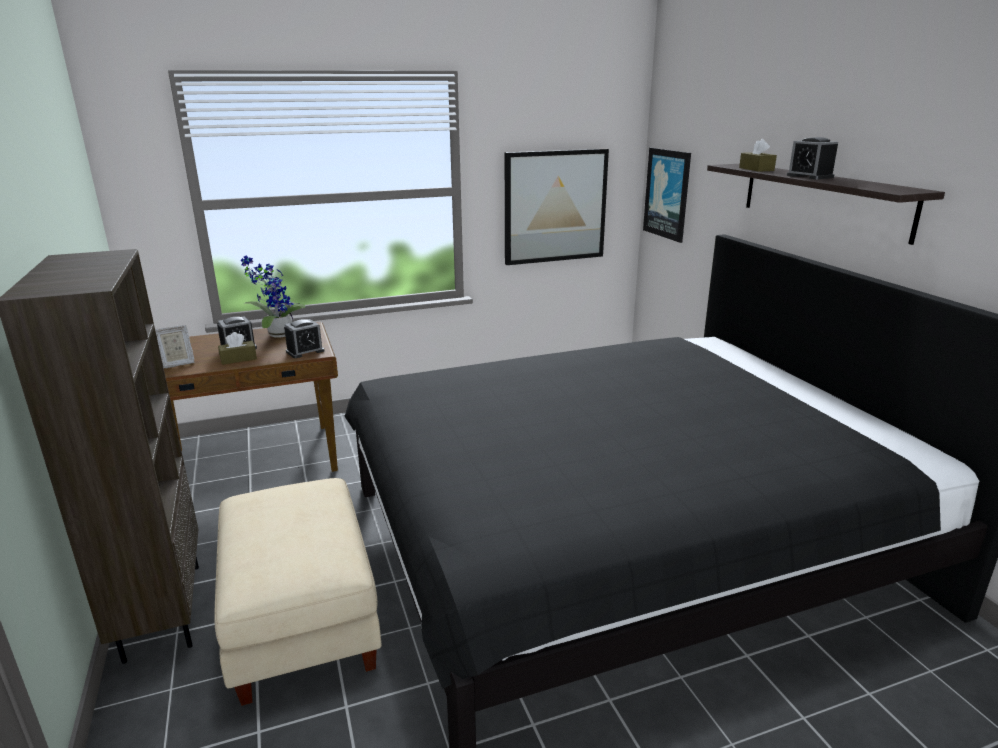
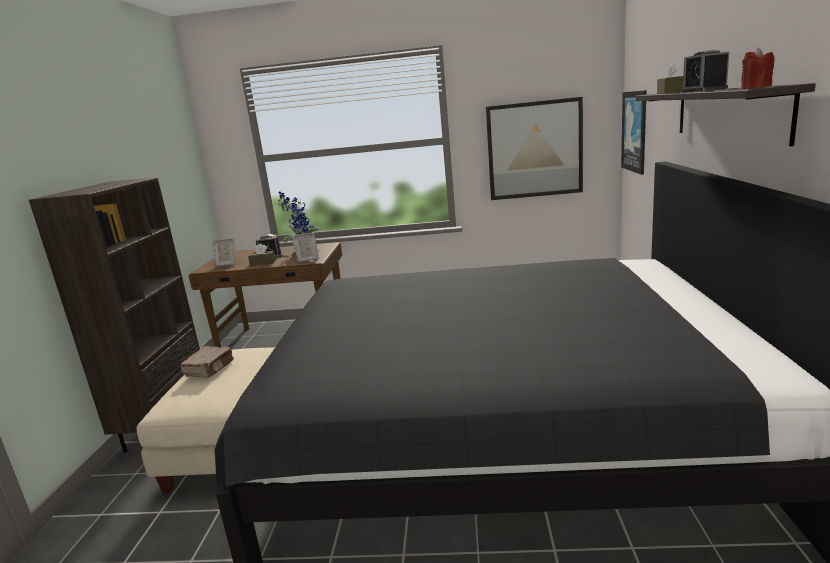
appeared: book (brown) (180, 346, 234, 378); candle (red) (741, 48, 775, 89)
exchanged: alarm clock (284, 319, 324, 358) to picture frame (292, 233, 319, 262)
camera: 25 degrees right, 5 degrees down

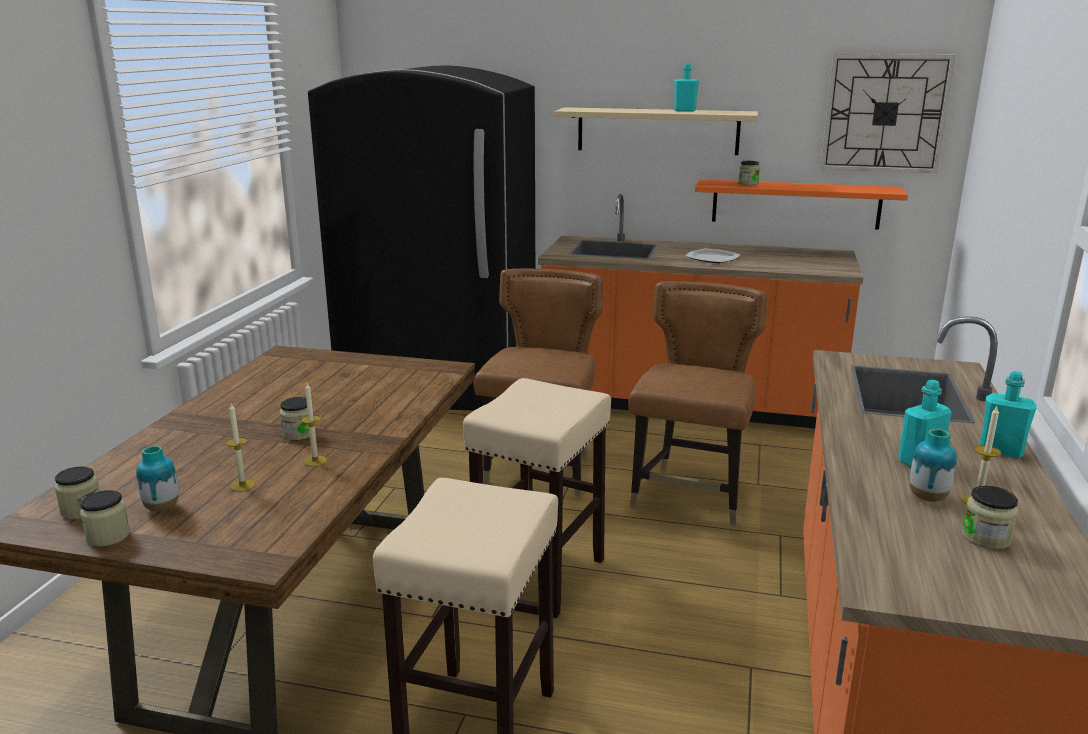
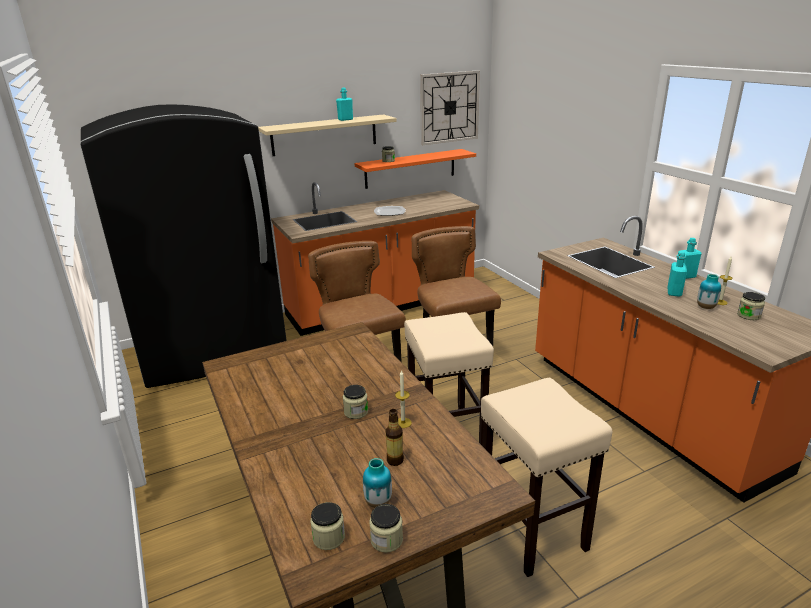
exchanged: candle (226, 403, 255, 492) to bottle (386, 409, 404, 466)
camera: 40 degrees left, 5 degrees up

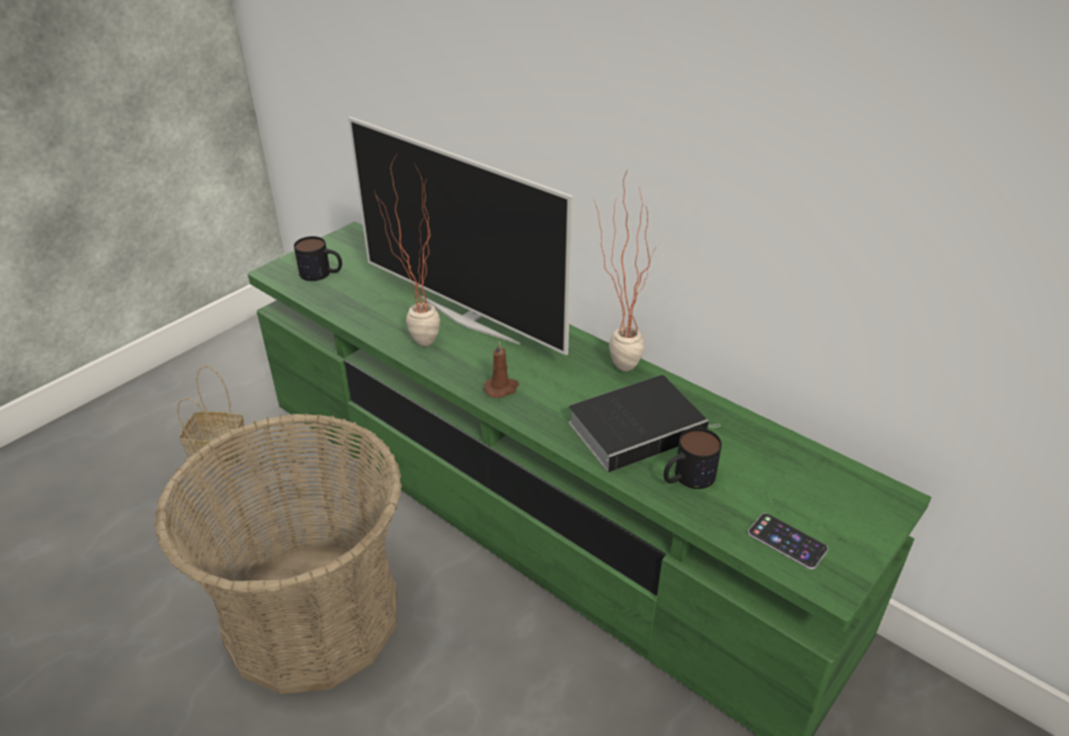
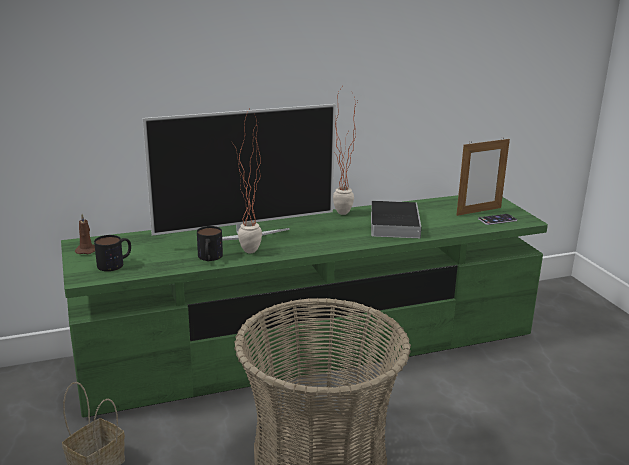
appeared: picture frame (457, 137, 510, 216)
relocated: candle (brown) (484, 341, 519, 398) to (75, 214, 95, 254); mug (664, 428, 722, 489) to (197, 226, 223, 261)
camera: 60 degrees left, 15 degrees down

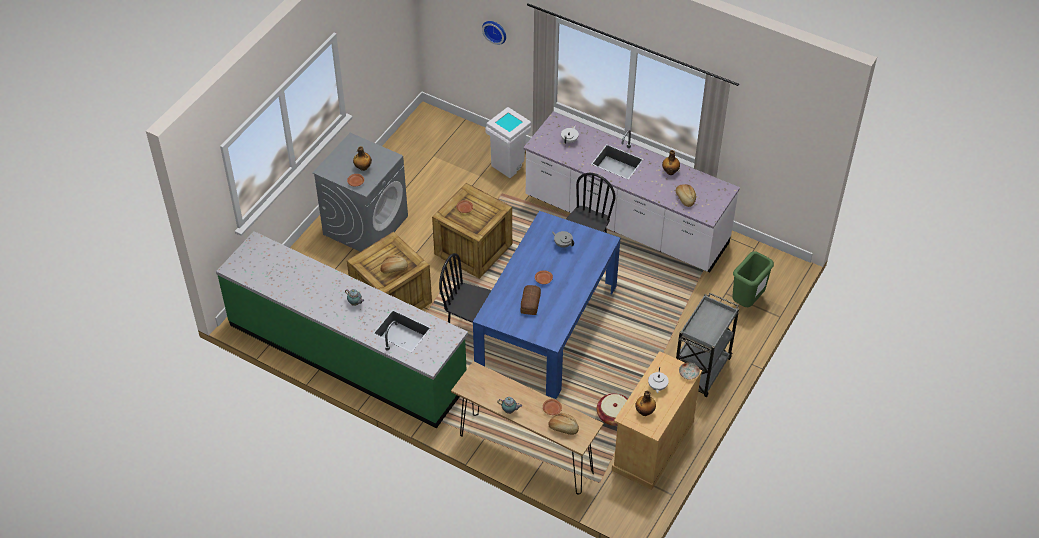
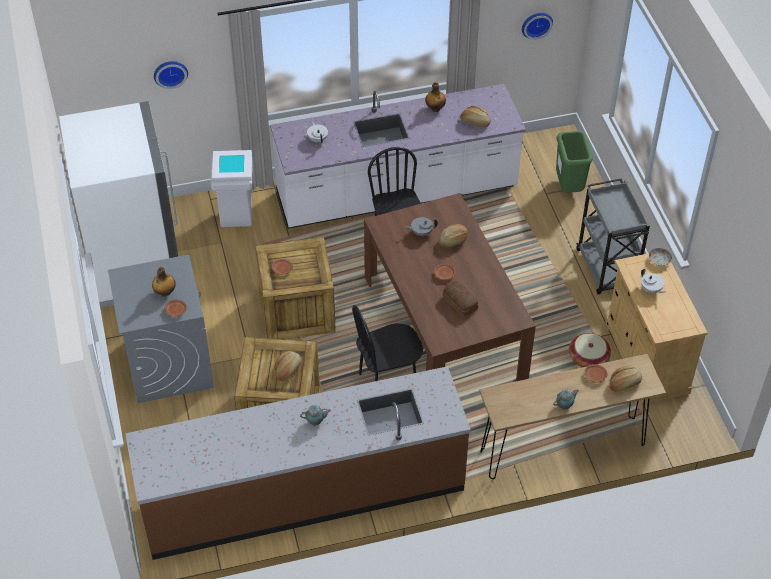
missing: bottle (635, 391, 656, 416)
appeared: fridge (white) (59, 101, 178, 308); bread (438, 224, 468, 248); wall clock (522, 13, 553, 40)
colour: counter (green) (216, 231, 468, 428) to counter (brown) (125, 366, 471, 560); dining table (blue) (473, 211, 620, 399) to dining table (brown) (364, 193, 536, 381)
camera: 45 degrees left, 0 degrees up

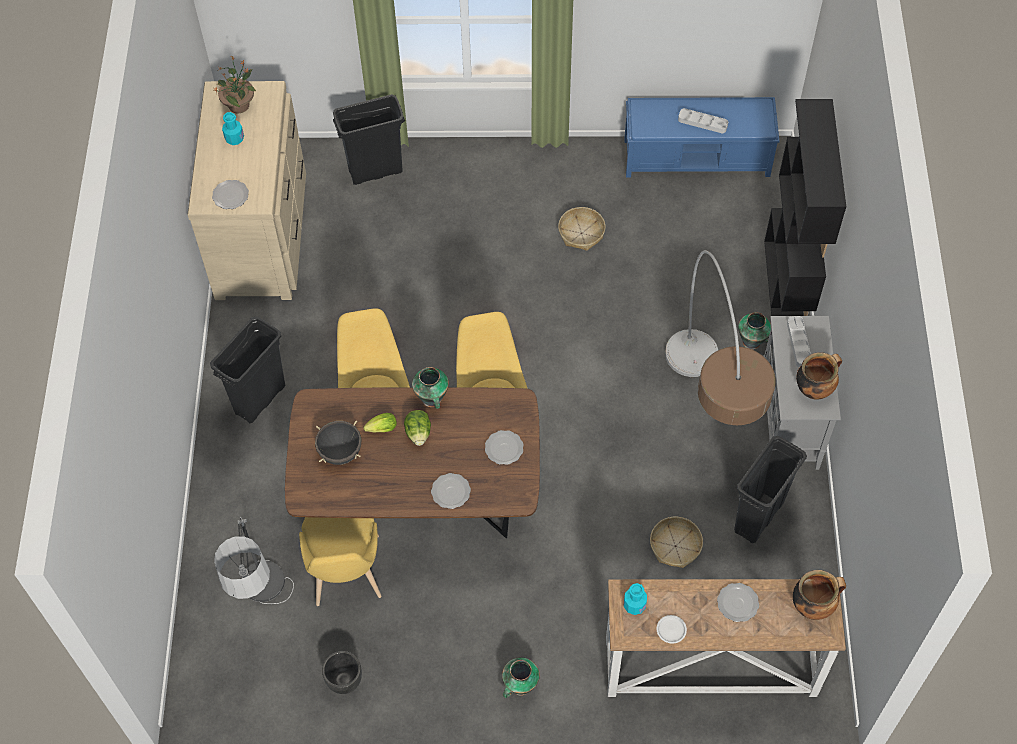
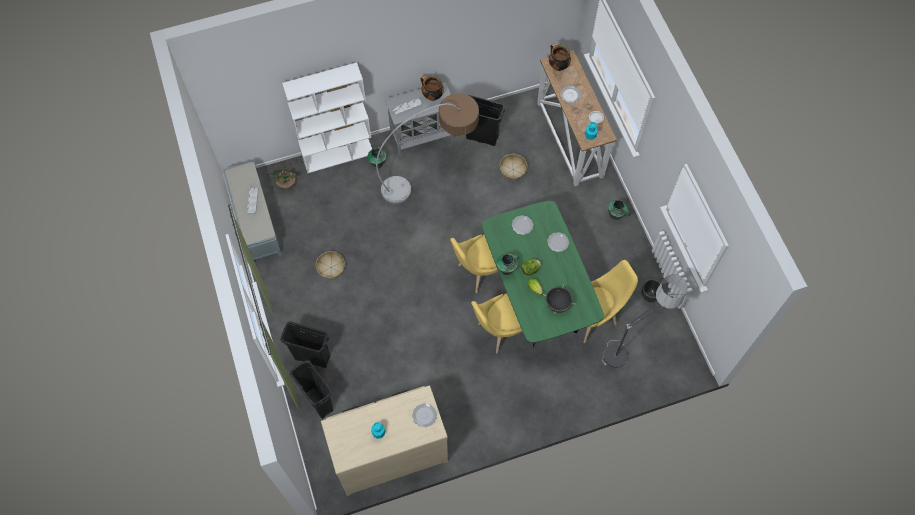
relocated: trash can (black) (210, 317, 285, 423) to (280, 321, 330, 368); potted plant (214, 55, 256, 113) to (270, 162, 296, 190)
colour: dining table (brown) (285, 387, 540, 538) to dining table (green) (482, 201, 604, 347); bench (blue) (624, 97, 779, 178) to bench (grey) (223, 162, 282, 260); bookcase (black) (764, 99, 846, 316) to bookcase (white) (282, 62, 372, 173)
camera: 110 degrees left, 5 degrees up

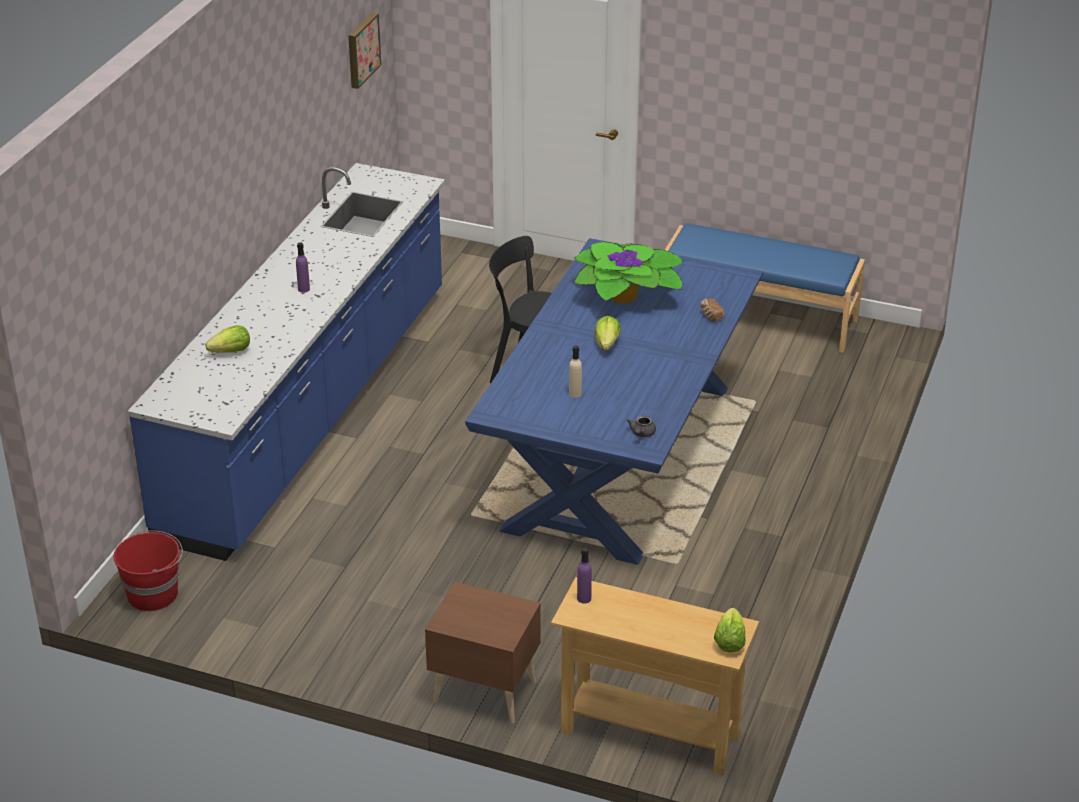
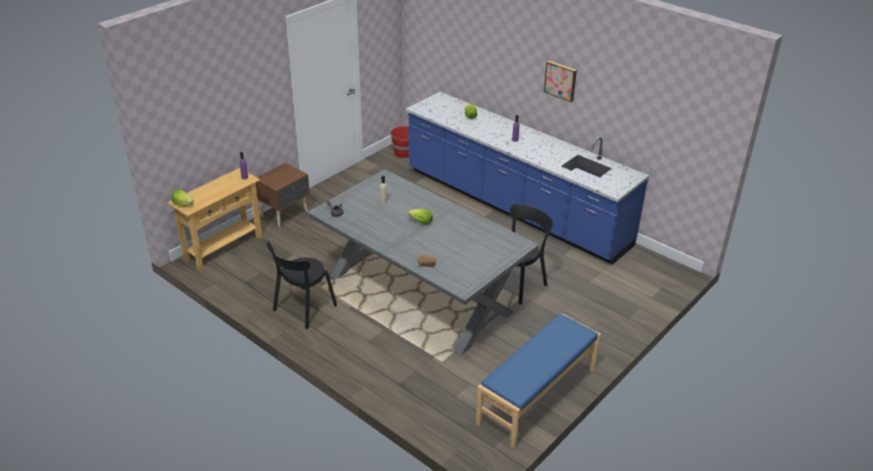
missing: potted plant (574, 242, 684, 304)
appeared: chair (black) (267, 241, 337, 329)
relocated: picture (348, 12, 381, 89) to (544, 61, 577, 102)
colour: dining table (blue) (465, 238, 763, 565) to dining table (grey) (308, 169, 539, 354)
camera: 110 degrees right, 0 degrees up

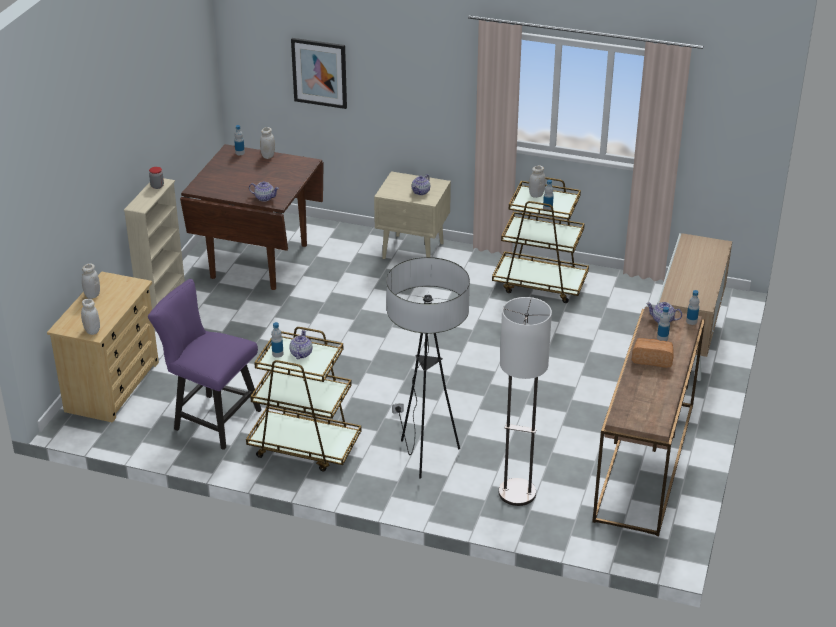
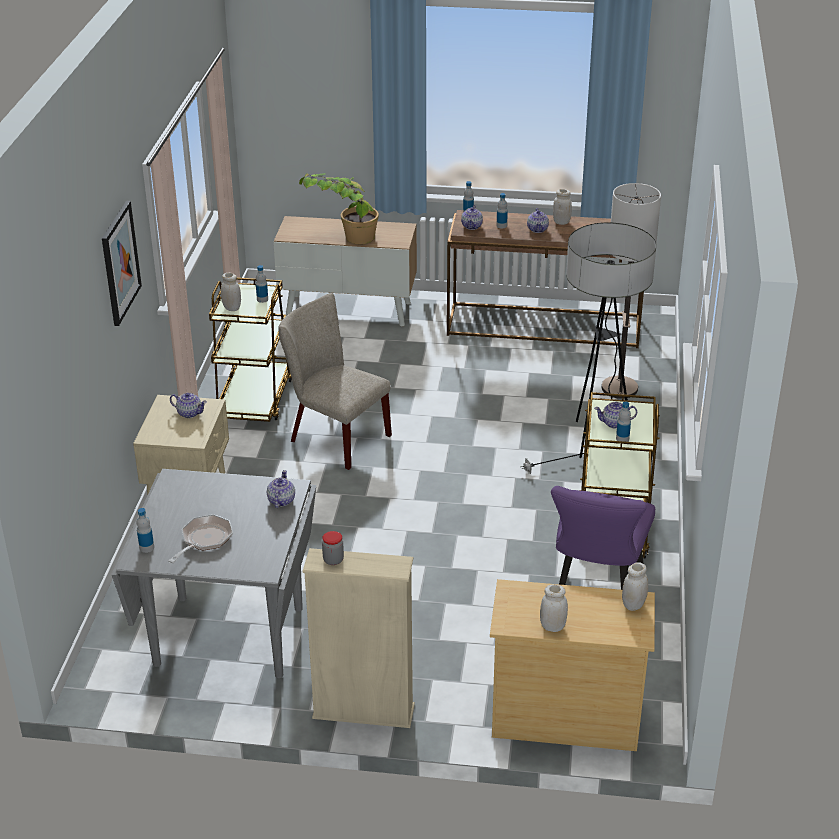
appeared: frying pan (168, 514, 233, 563); chair (beige) (278, 293, 392, 470); potted plant (299, 173, 379, 244)
relocated: jar (white) (260, 127, 275, 159) to (553, 189, 572, 225); picture (291, 38, 347, 109) to (102, 201, 142, 326)
exchanged: bread (632, 338, 674, 368) to teapot (527, 208, 549, 233)
colour: dining table (brown) (180, 144, 324, 290) to dining table (grey) (112, 469, 316, 678)
camera: 100 degrees left, 0 degrees up

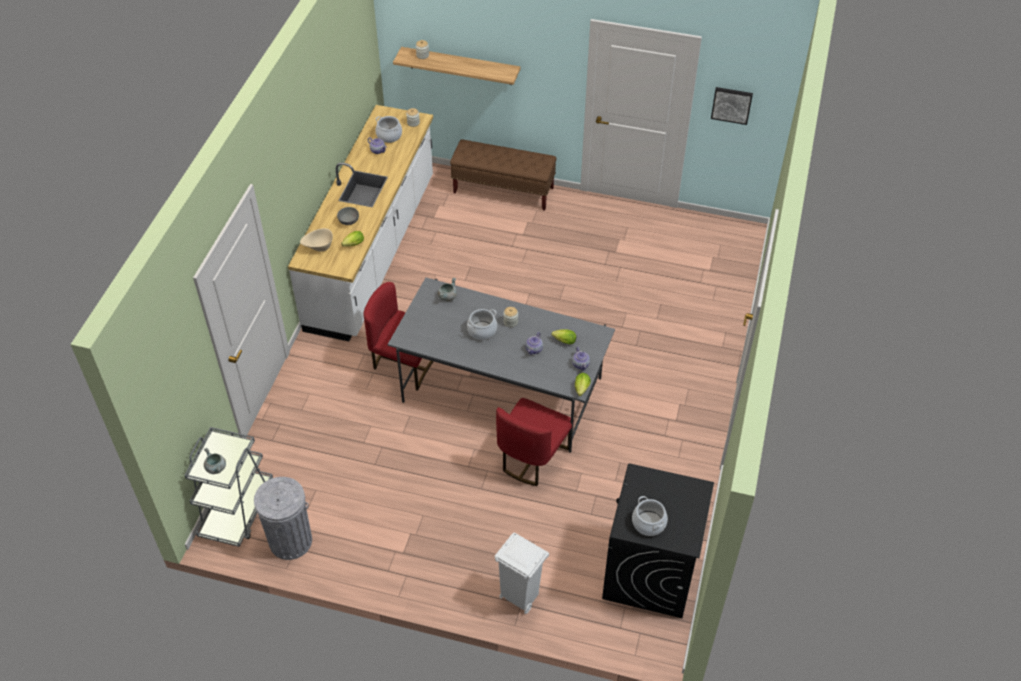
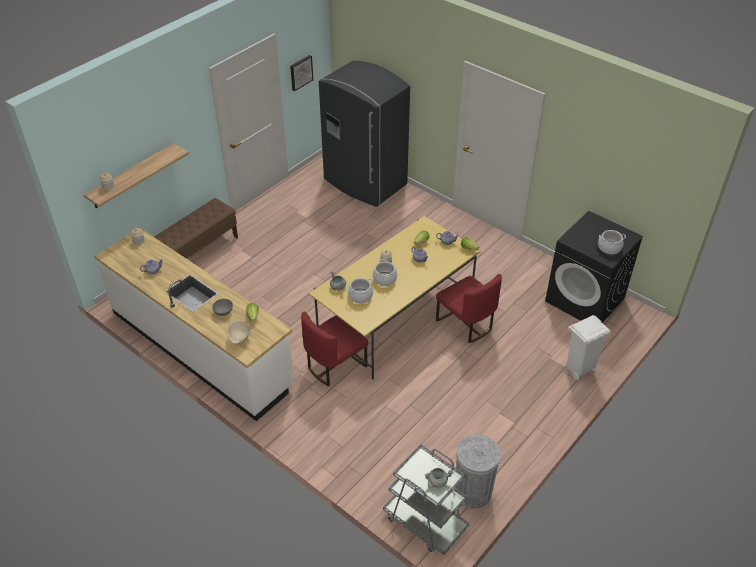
appeared: fridge (grey) (319, 61, 410, 207)
relocated: cooking pot (376, 116, 402, 143) to (348, 278, 373, 303)
colour: dining table (grey) (388, 277, 615, 453) to dining table (yellow) (309, 216, 481, 379)
camera: 65 degrees left, 5 degrees down

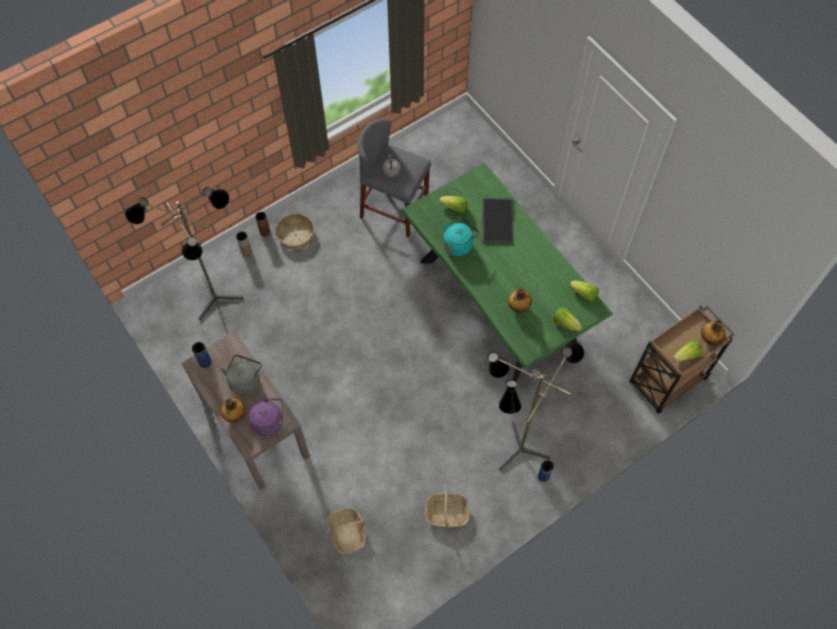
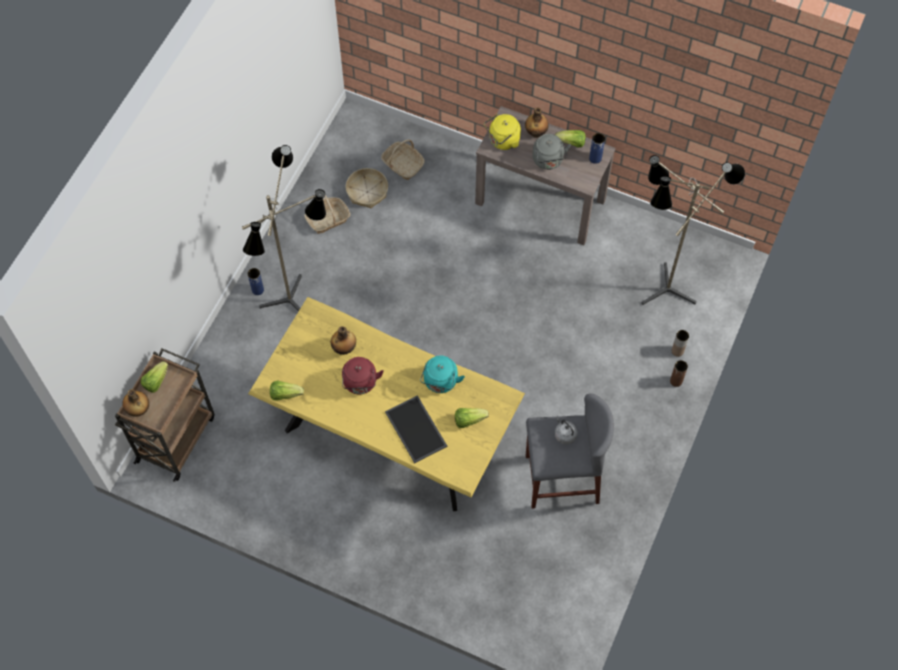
appeared: kettle (red) (342, 357, 384, 395)
relocated: basket (276, 214, 314, 249) to (346, 168, 388, 208); lettuce (553, 307, 582, 332) to (555, 130, 586, 147)
colour: kettle (purple) (249, 394, 283, 436) to kettle (yellow) (484, 114, 521, 150); dining table (green) (401, 163, 613, 381) to dining table (yellow) (248, 297, 525, 511)
camera: 150 degrees right, 0 degrees up

